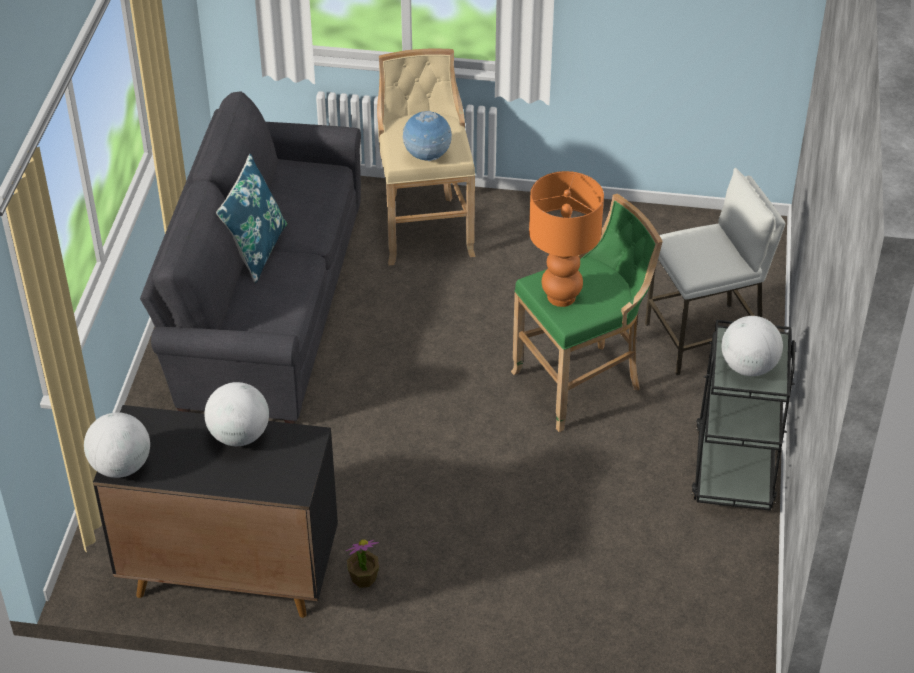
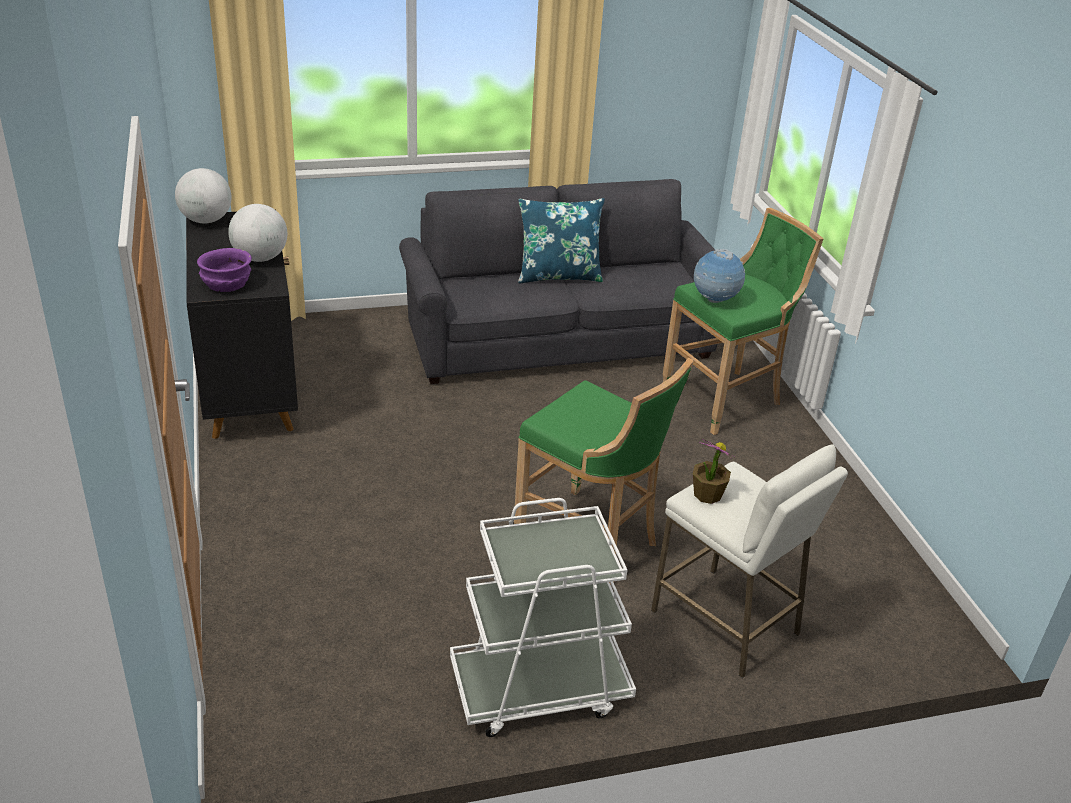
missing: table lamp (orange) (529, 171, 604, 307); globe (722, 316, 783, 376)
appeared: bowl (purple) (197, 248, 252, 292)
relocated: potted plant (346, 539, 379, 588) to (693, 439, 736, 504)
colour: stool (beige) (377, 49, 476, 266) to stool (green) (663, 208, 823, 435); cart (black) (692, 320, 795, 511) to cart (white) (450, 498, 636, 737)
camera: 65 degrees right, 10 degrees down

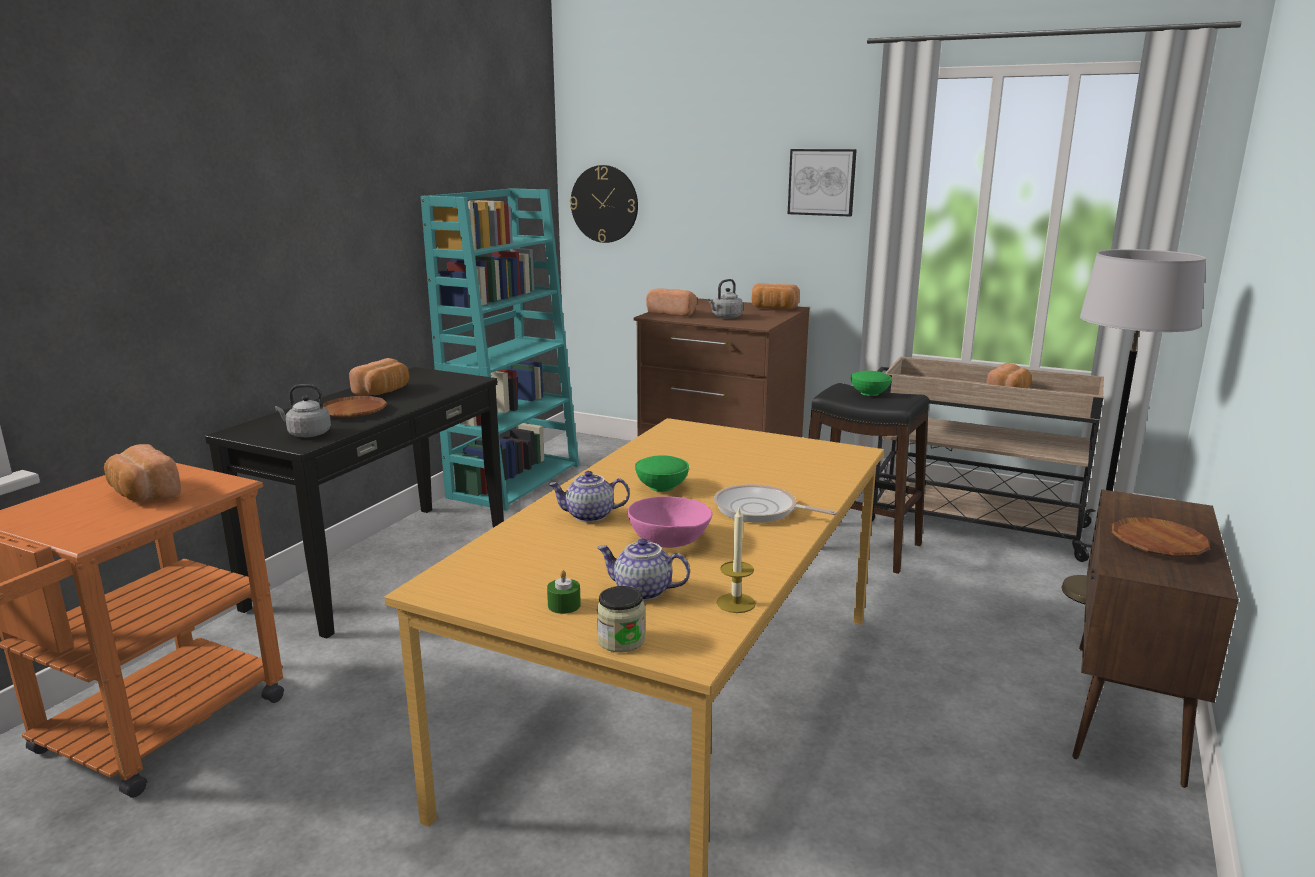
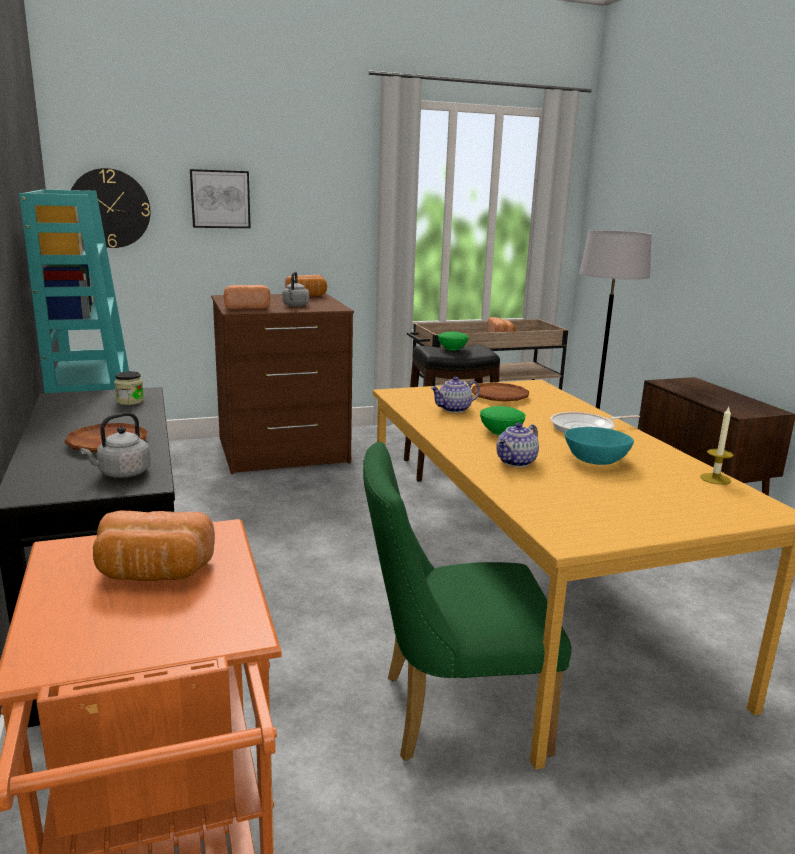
missing: bread (349, 358, 409, 396); candle (green) (547, 570, 581, 614)
appeared: chair (green) (363, 441, 571, 761)
relocated: teapot (597, 538, 690, 601) to (430, 377, 480, 413); jar (597, 586, 645, 652) to (114, 371, 144, 405); picture (788, 149, 857, 217) to (190, 169, 251, 228); plate (brown) (1112, 517, 1210, 557) to (471, 383, 529, 402)
colour: bowl (pink) (628, 496, 712, 548) to bowl (turquoise) (565, 427, 634, 465)
camera: 45 degrees left, 0 degrees up

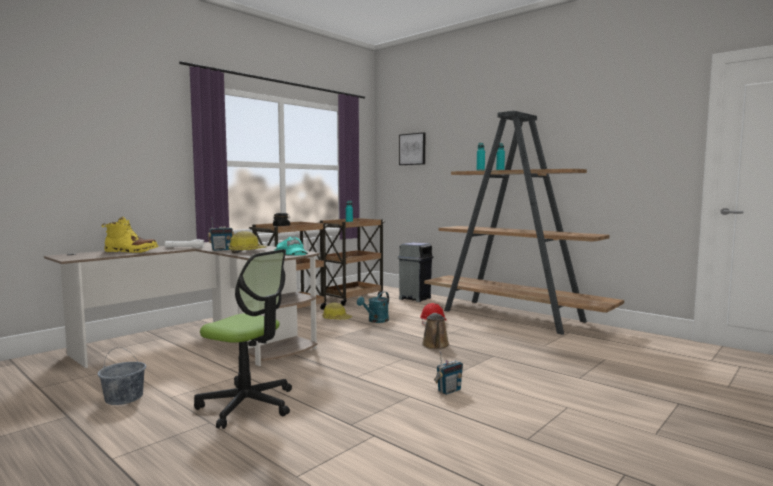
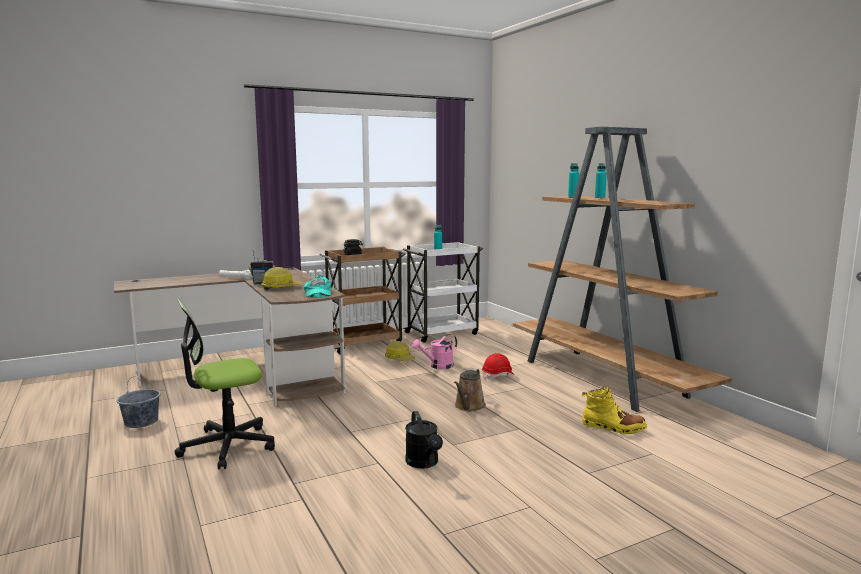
missing: trash can (grey) (398, 242, 434, 302); picture (399, 132, 425, 165)
relocated: boot (yellow) (101, 217, 159, 253) to (582, 386, 647, 434)
exchanged: radio (434, 351, 463, 395) to watering can (black) (405, 411, 443, 469)
colour: cart (brown) (319, 218, 385, 306) to cart (white) (403, 242, 483, 343); watering can (turquoise) (357, 291, 389, 323) to watering can (pink) (412, 334, 457, 369)
spun: office chair (194, 249, 292, 429) = (175, 299, 275, 469) 105 degrees clockwise
camera: 20 degrees right, 5 degrees up

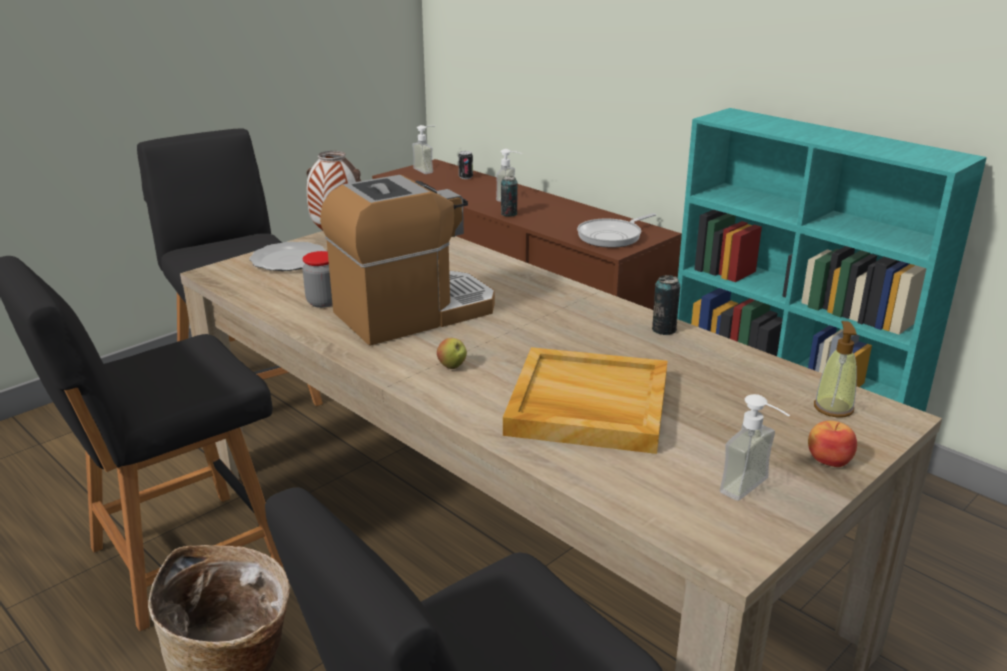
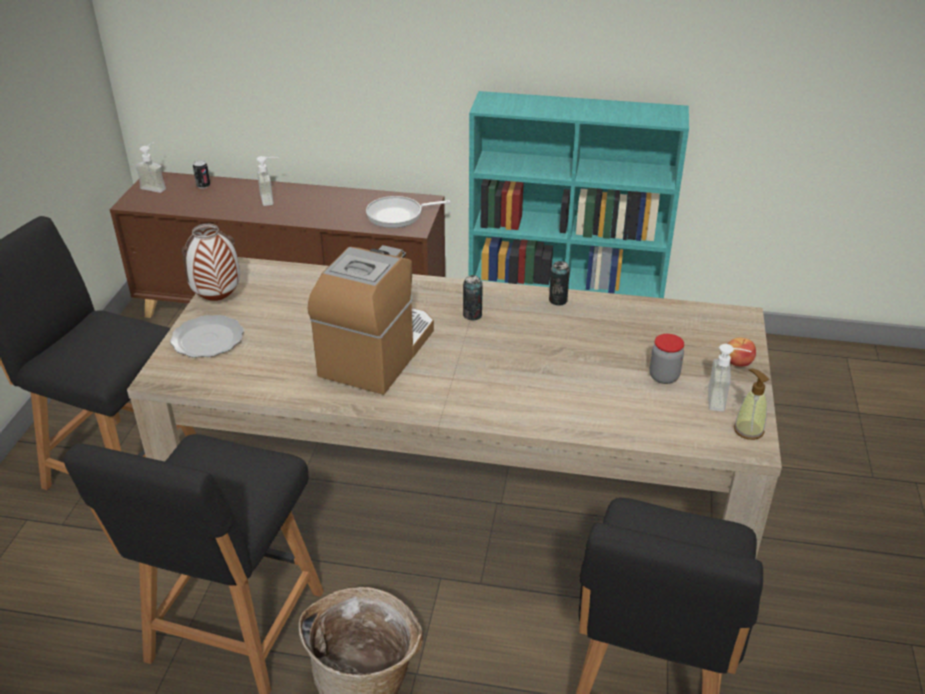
missing: apple (437, 338, 467, 369); tray (beige) (503, 347, 667, 454)
relocated: jar (302, 251, 333, 308) to (649, 334, 684, 384); can (501, 176, 518, 217) to (463, 275, 483, 321); soap dispenser (814, 321, 857, 418) to (734, 368, 769, 440)
spun: frying pan (577, 213, 656, 248) = (366, 196, 450, 228) 60 degrees clockwise
camera: 35 degrees left, 10 degrees up

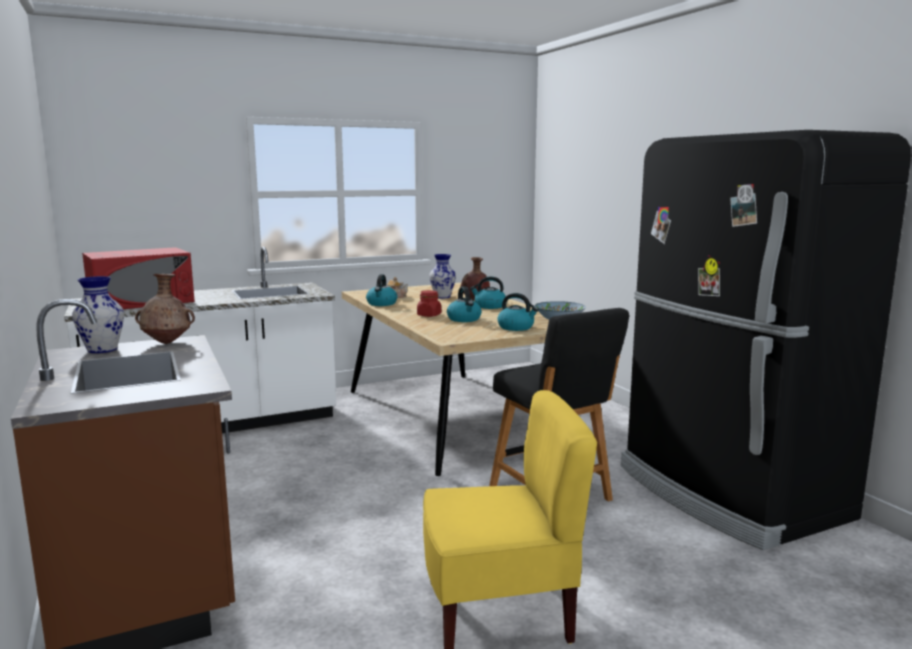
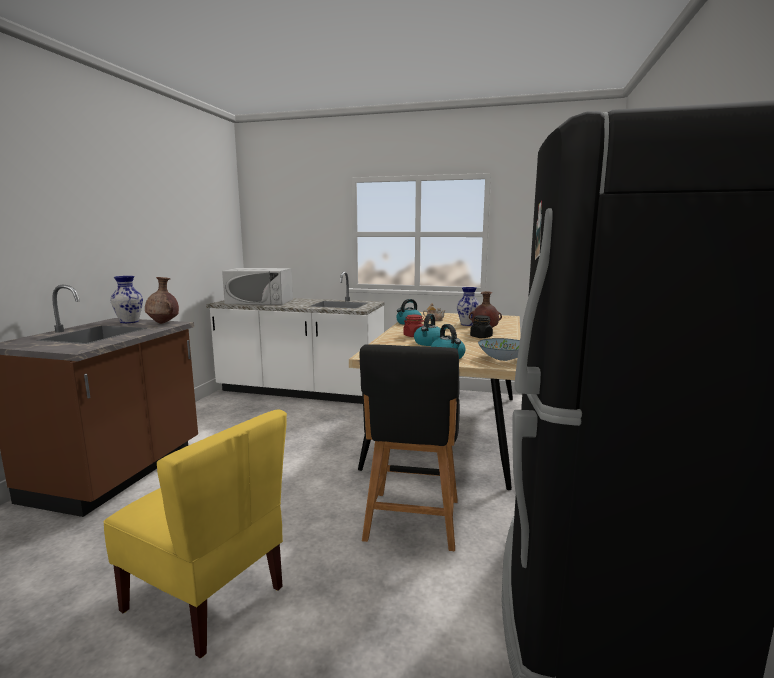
exchanged: kettle (470, 276, 506, 309) to jar (black) (470, 315, 493, 338)
colour: microwave (red) (82, 247, 195, 309) to microwave (white) (222, 268, 293, 305)
camera: 40 degrees right, 0 degrees up

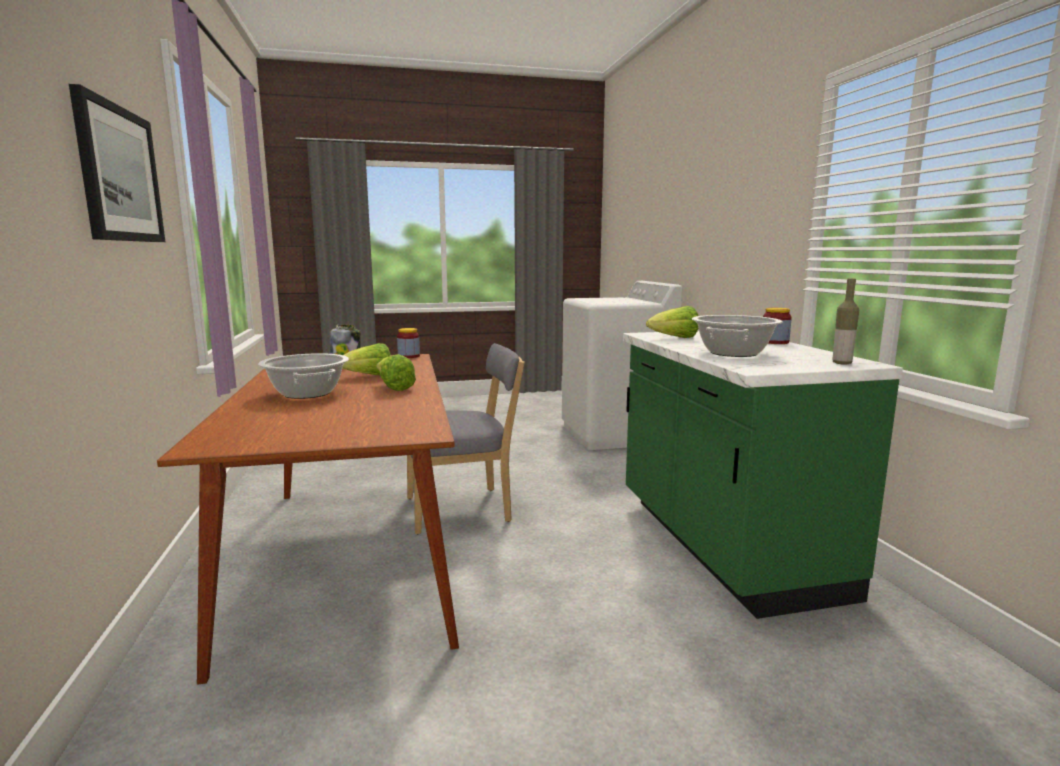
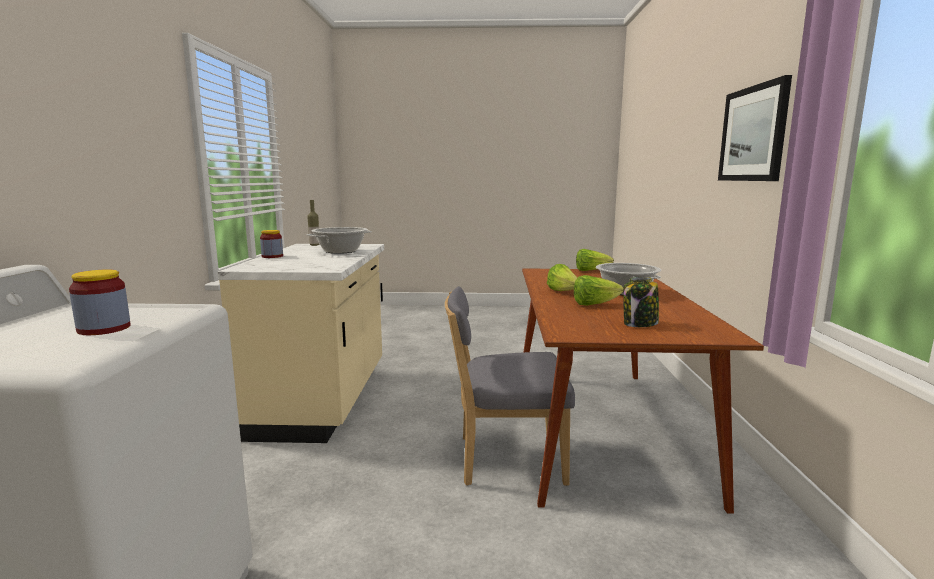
relocated: jar (397, 328, 420, 358) to (69, 270, 131, 335); lettuce (646, 306, 698, 338) to (576, 249, 614, 271)
colour: counter (green) (623, 331, 903, 619) to counter (beige) (218, 244, 384, 443)
camera: 165 degrees left, 0 degrees up

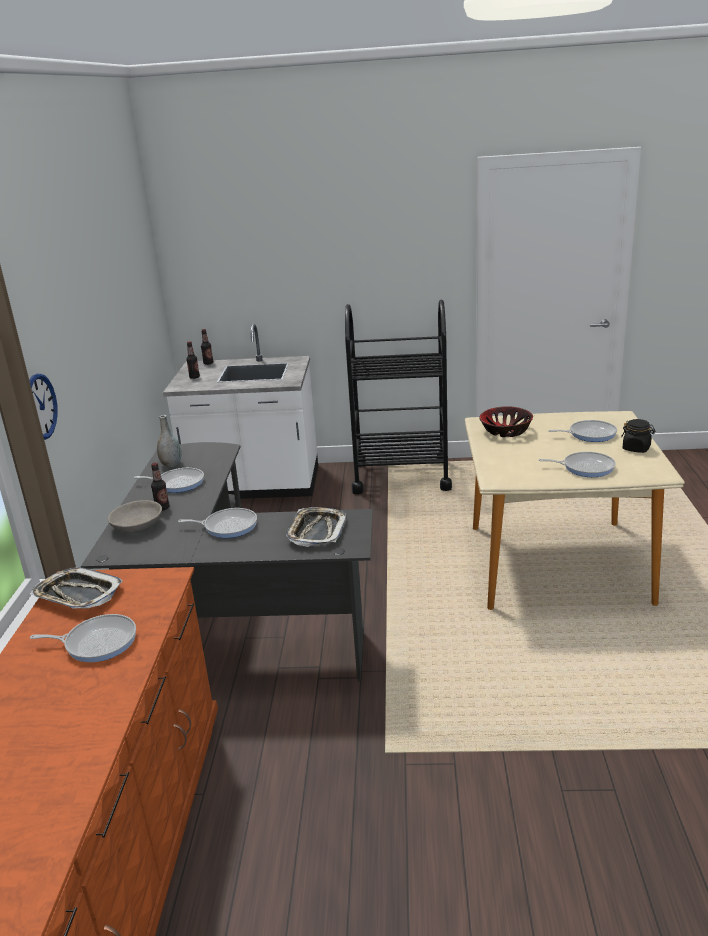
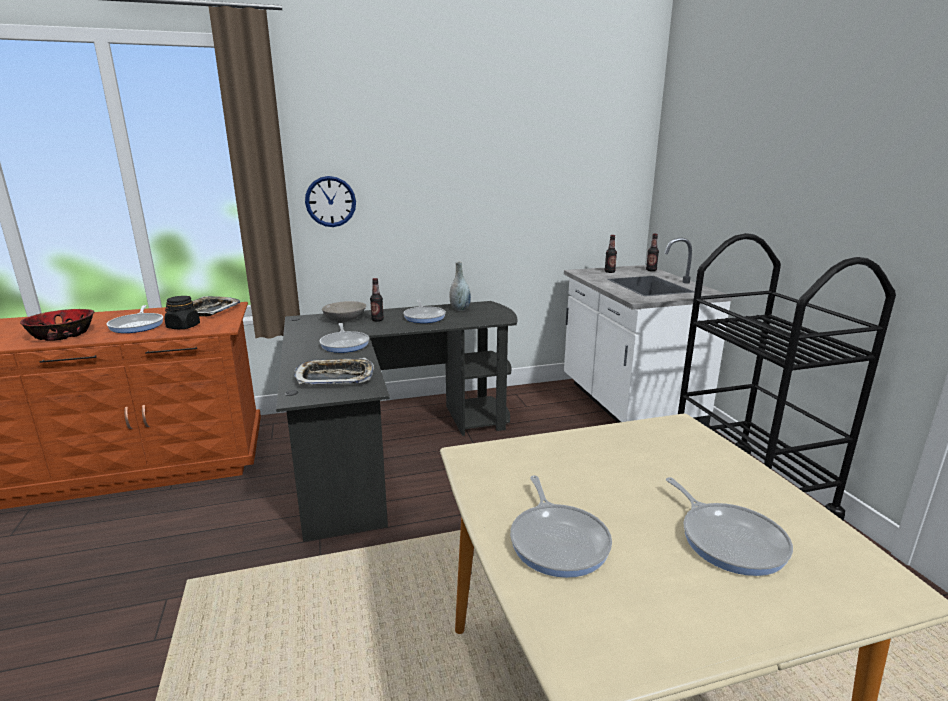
relocated: bowl (479, 406, 533, 437) to (20, 309, 94, 341); jar (black) (621, 419, 656, 453) to (164, 296, 200, 329)
camera: 70 degrees right, 5 degrees down

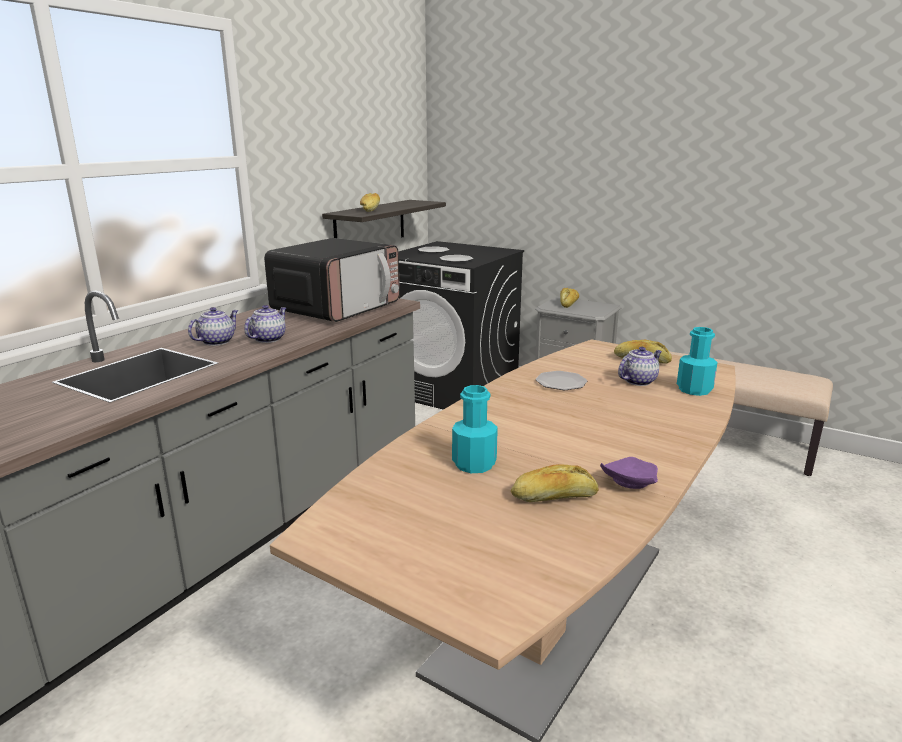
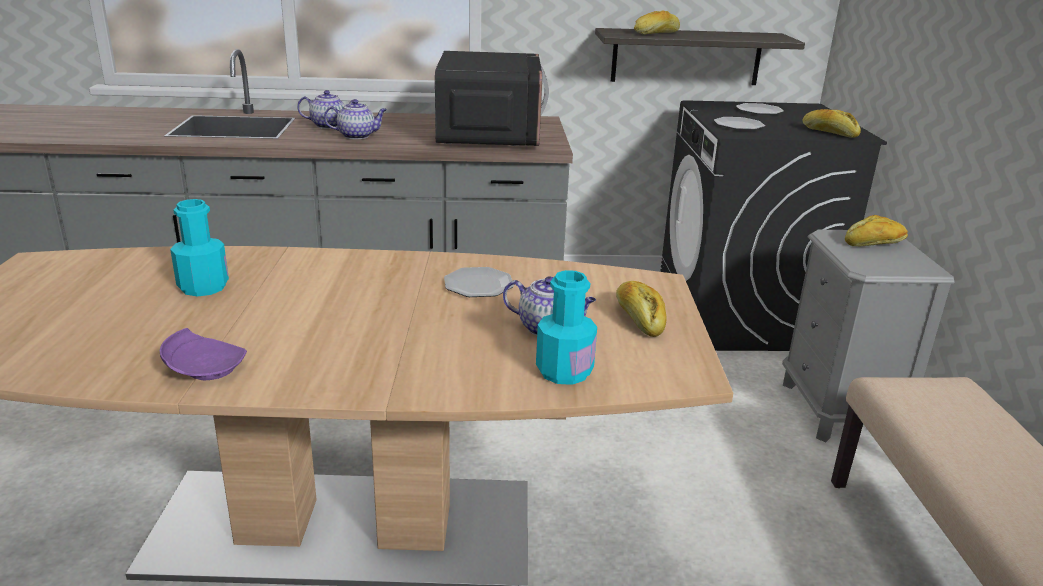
relocated: bread (511, 464, 598, 502) to (803, 109, 861, 138)
spun: microwave (264, 238, 400, 322) = (435, 51, 549, 146) 90 degrees counterclockwise
camera: 55 degrees right, 5 degrees up

